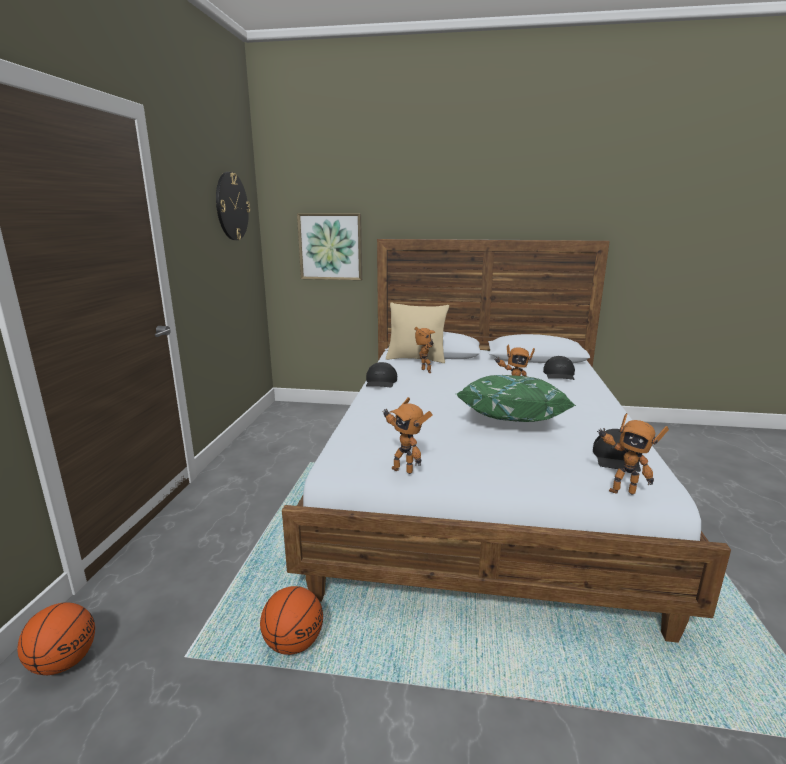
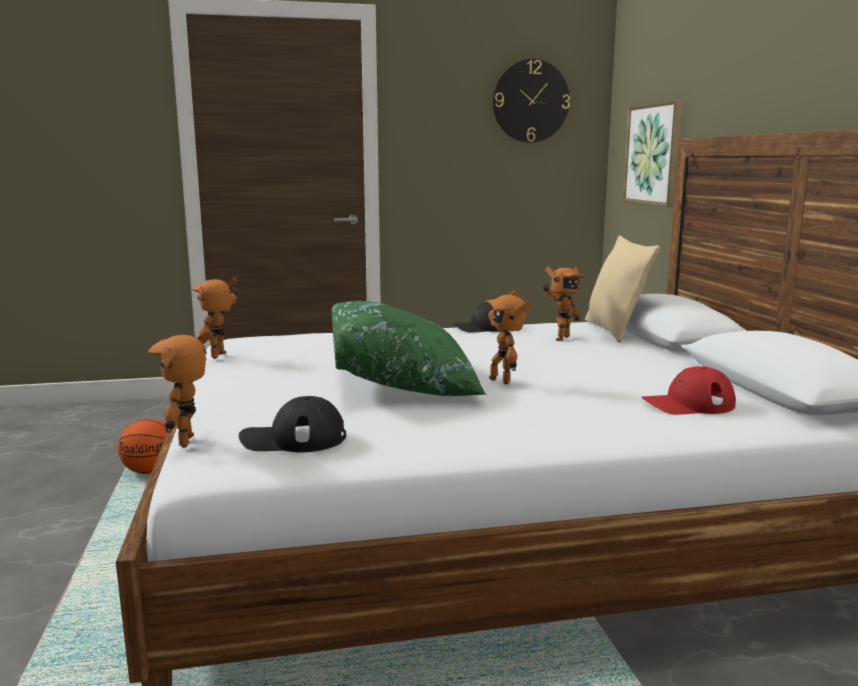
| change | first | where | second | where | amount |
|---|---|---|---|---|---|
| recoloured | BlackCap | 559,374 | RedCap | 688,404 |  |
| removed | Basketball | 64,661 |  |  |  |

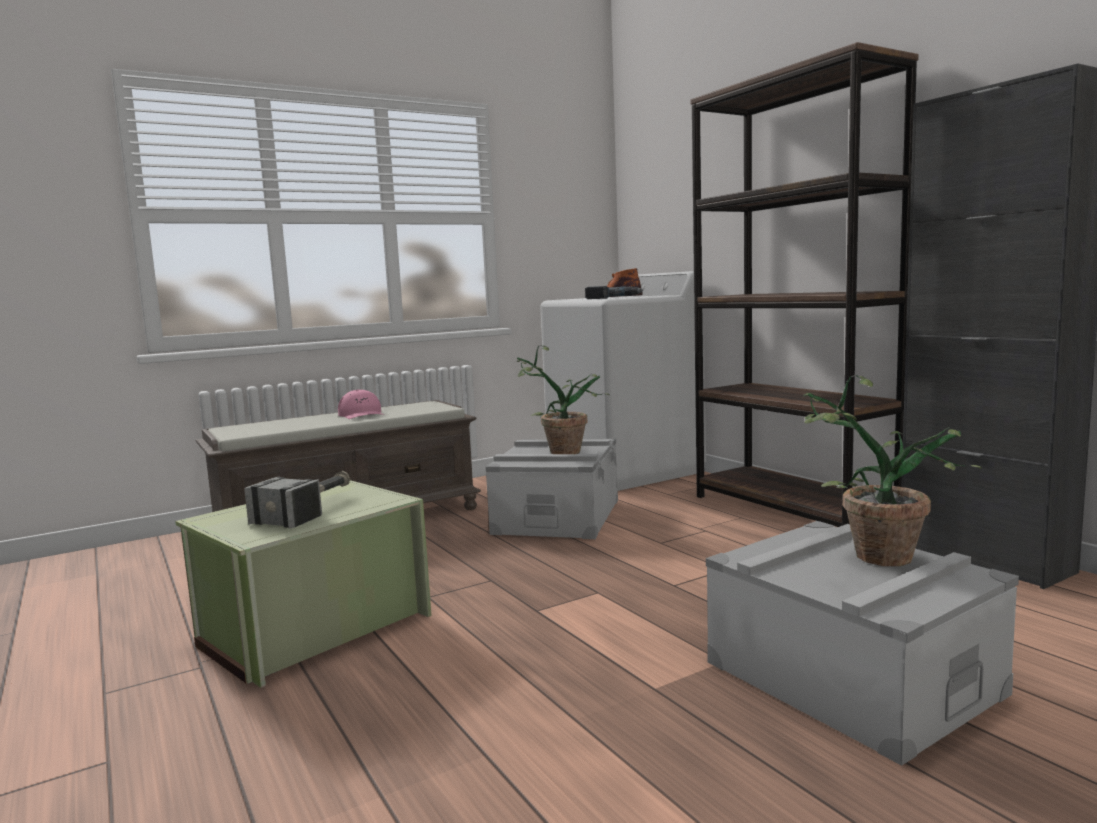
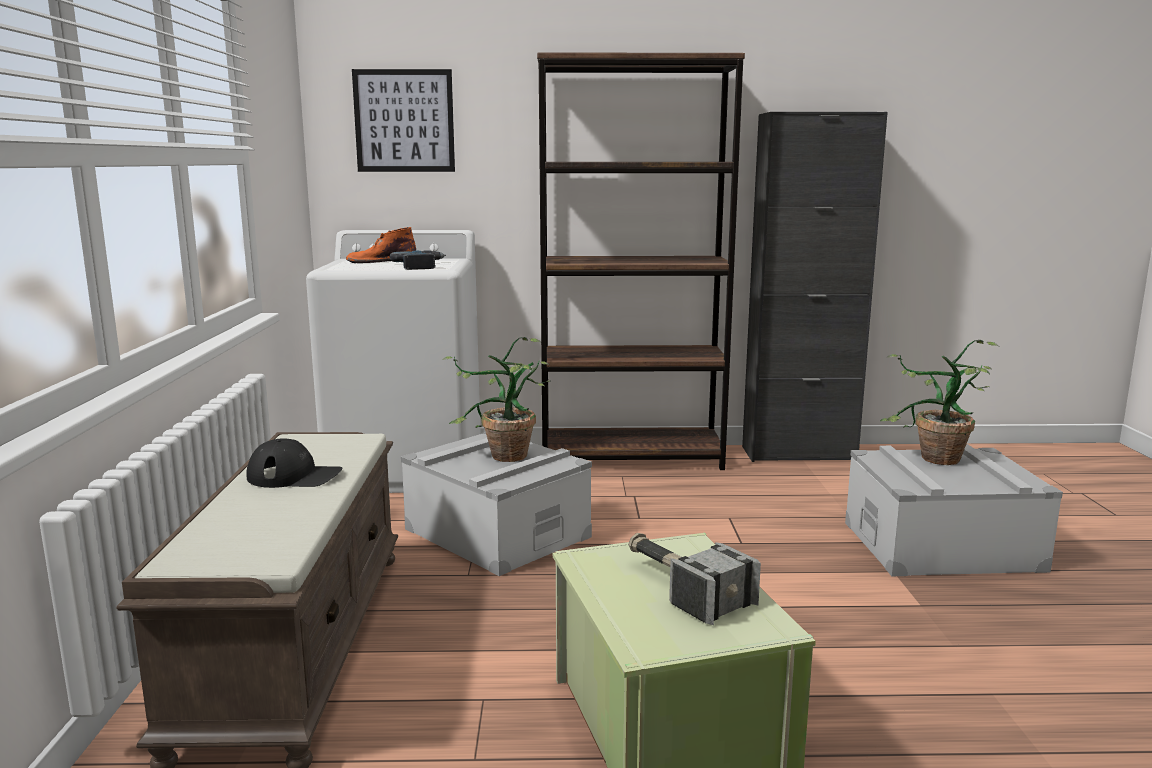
| change | first | where | second | where | amount |
|---|---|---|---|---|---|
| recoloured | PinkCap | 362,414 | BlackCap | 295,476 |  |
| added |  |  | Picture | 404,121 |  |

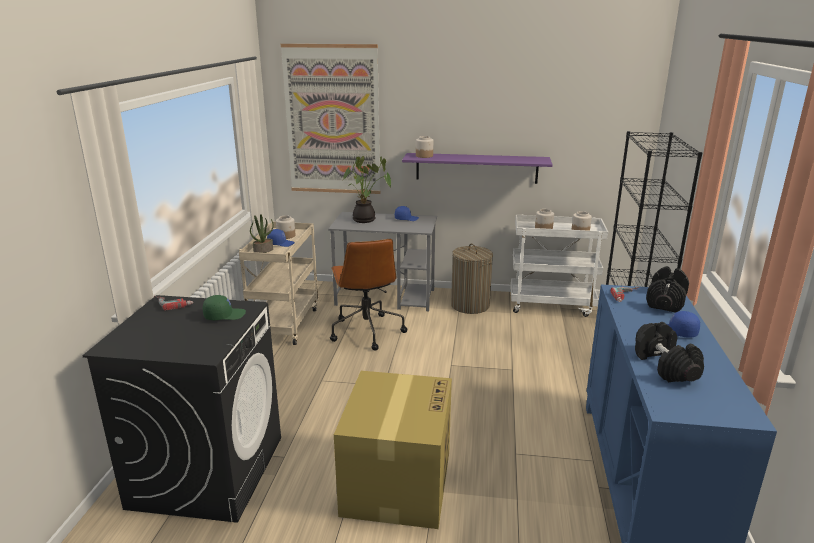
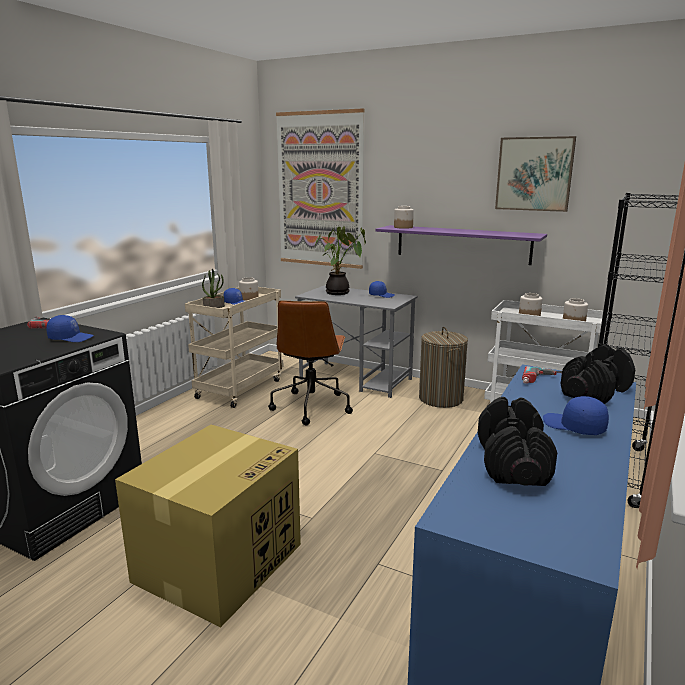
| change | first | where | second | where | amount |
|---|---|---|---|---|---|
| recoloured | GreenCap | 224,315 | BlueCap | 71,338 |  |
| added |  |  | Picture | 534,174 |  |

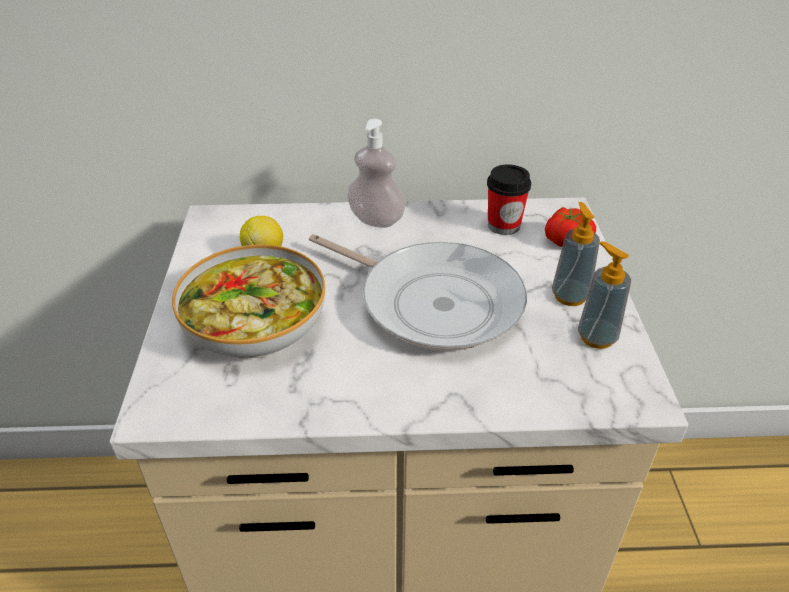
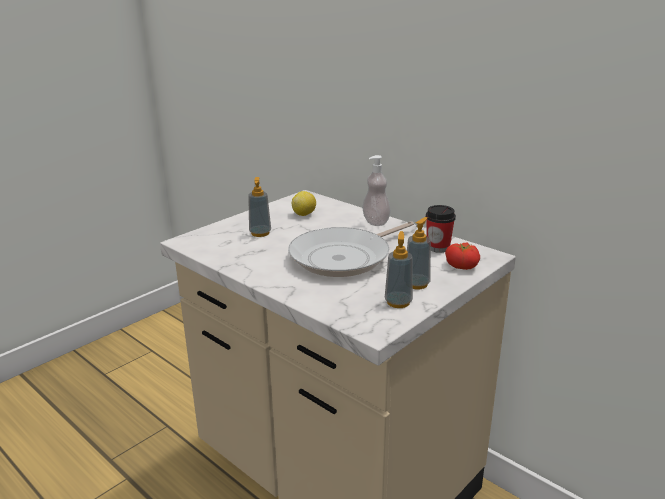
| change | first | where | second | where | amount |
|---|---|---|---|---|---|
| turned | FryingPan | 433,301 |  | 345,257 | 60 degrees clockwise |
| replaced | Bowl | 255,323 | SoapDispenser | 260,233 |  |

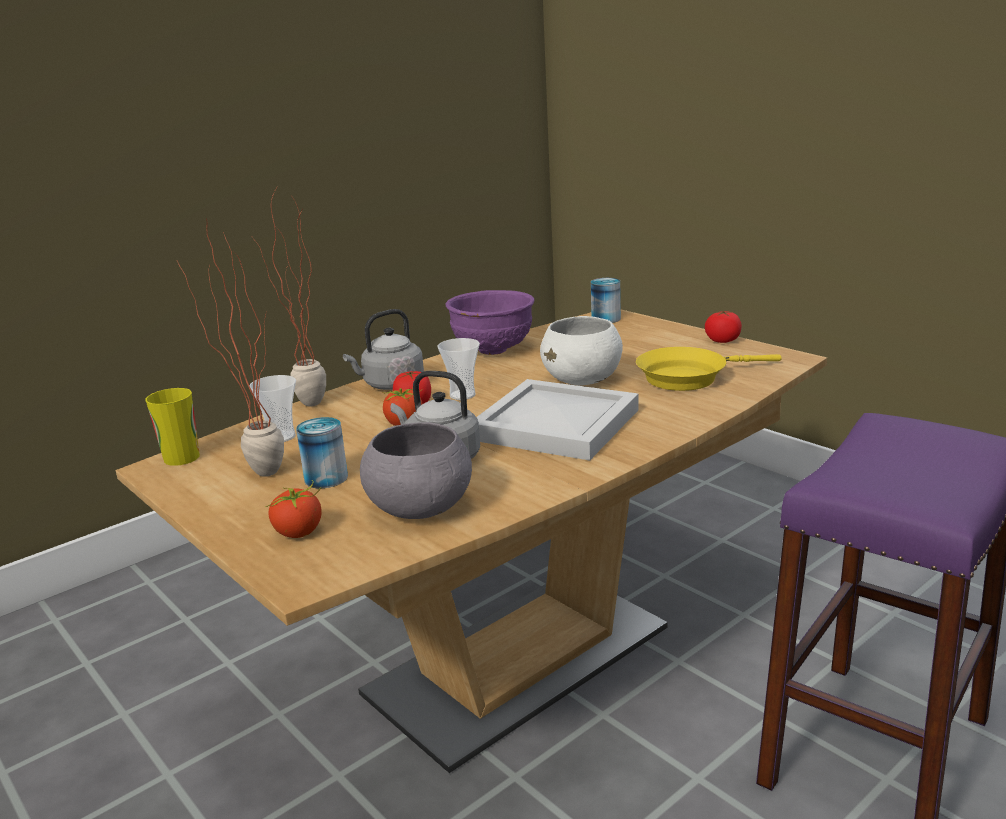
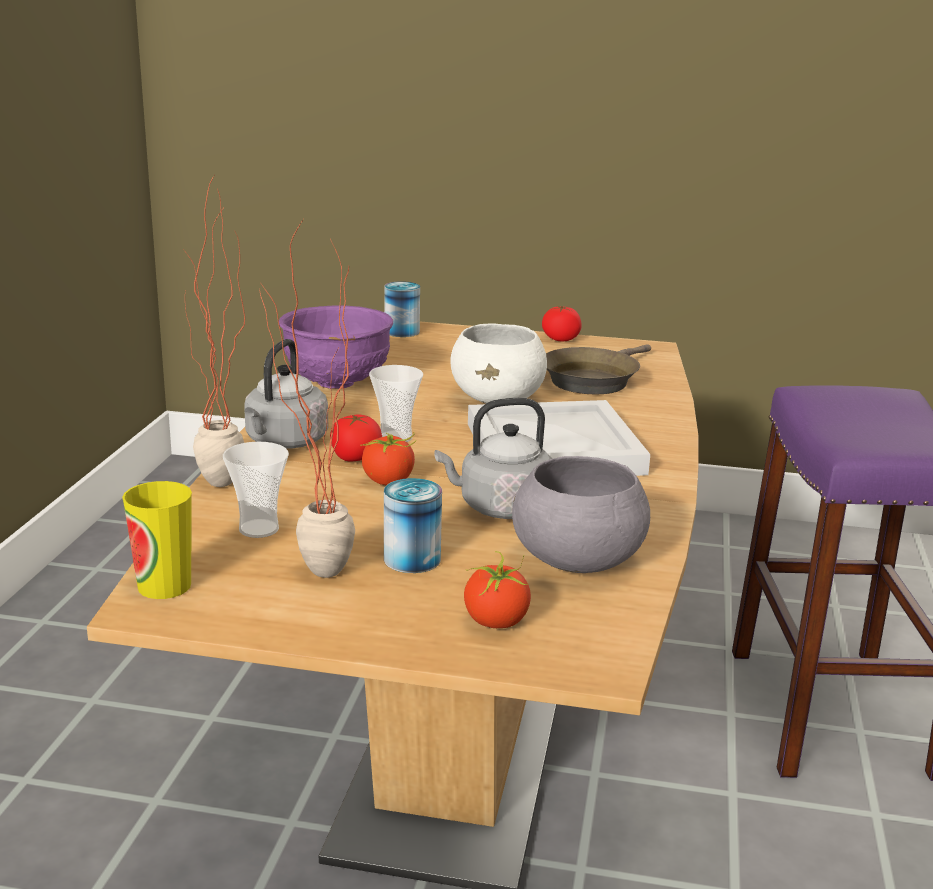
| change | first | where | second | where | amount |
|---|---|---|---|---|---|
| recoloured | YellowFryingPan | 688,377 | BrownFryingPan | 593,379 |  |

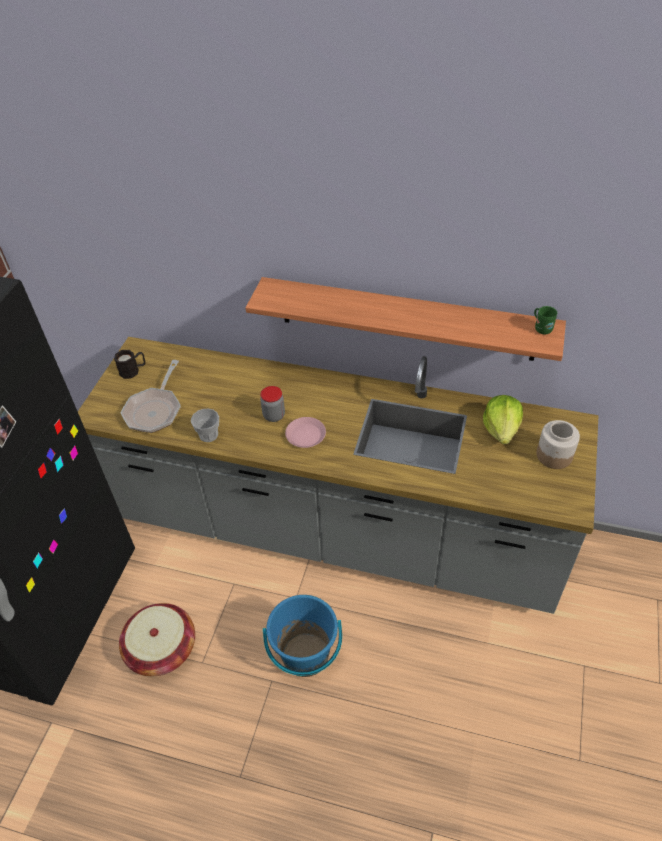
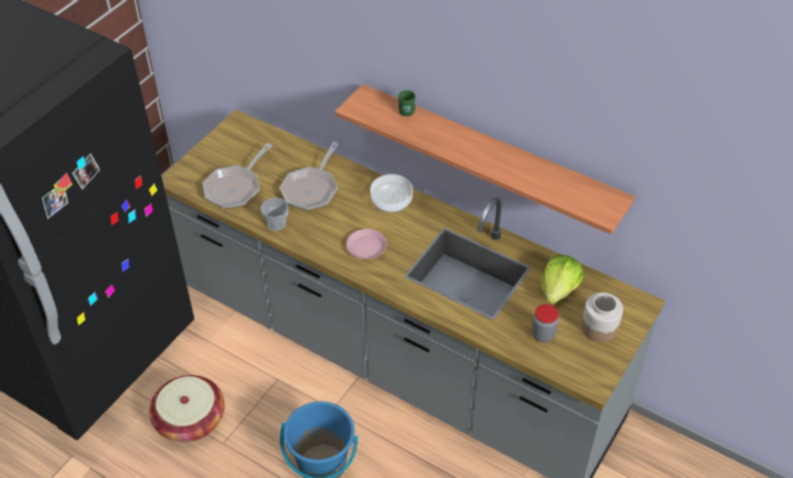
| change | first | where | second | where | amount |
|---|---|---|---|---|---|
| moved | GreenMug | 541,328 |  | 406,110 |  |
| removed | BlackMug | 133,370 |  |  |  |
| moved | Jar | 274,415 |  | 543,334 |  |
| added |  |  | FryingPan | 311,189 |  |
| added |  |  | Bowl | 392,201 |  |

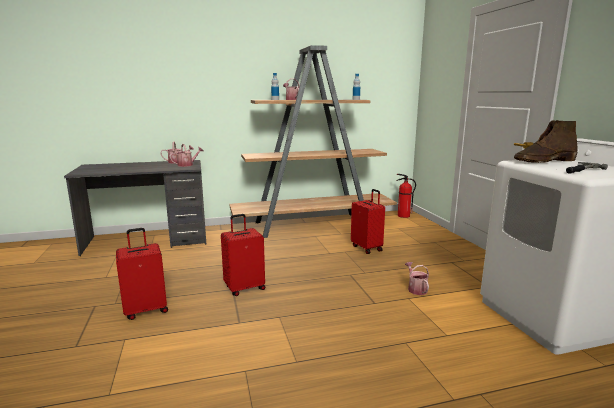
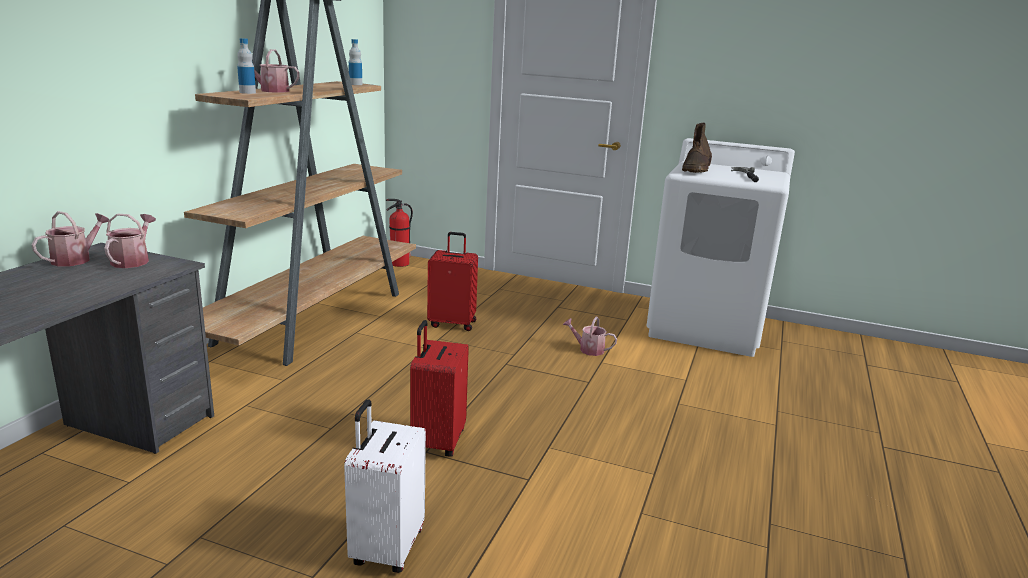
| change | first | where | second | where | amount |
|---|---|---|---|---|---|
| recoloured | RedSuitcase | 146,310 | WhiteSuitcase | 386,548 |  |

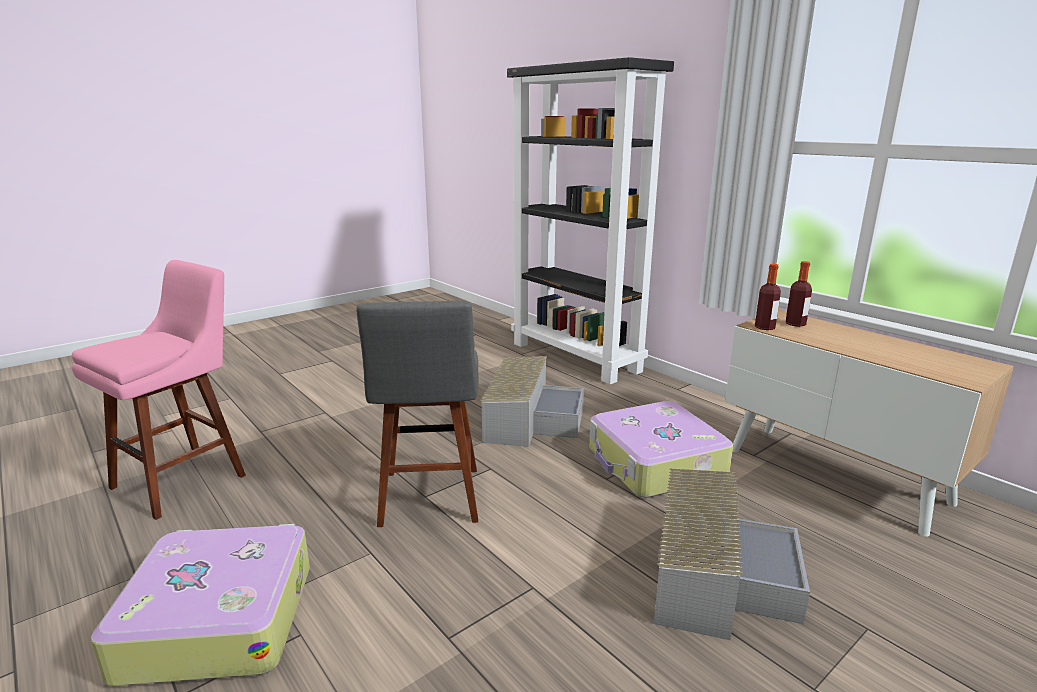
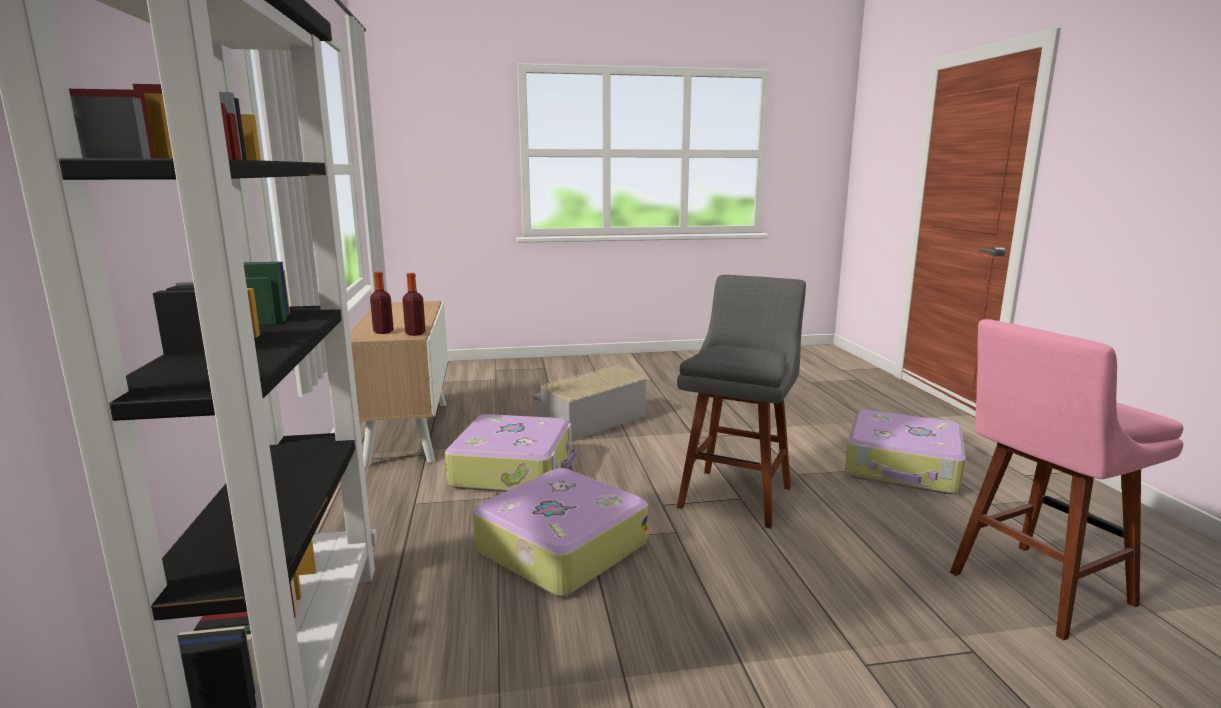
| change | first | where | second | where | amount |
|---|---|---|---|---|---|
| replaced | GreyStorageBox | 530,418 | Suitcase | 559,547 |  |

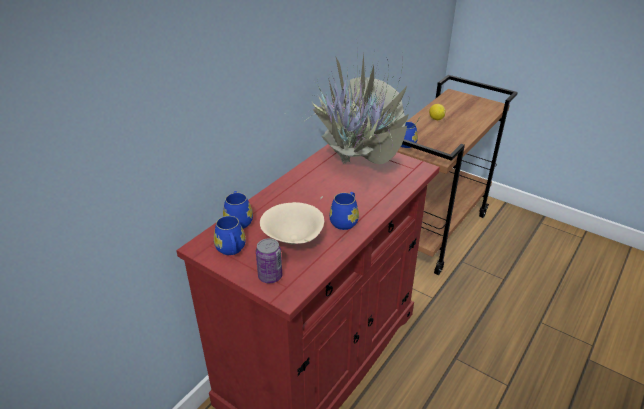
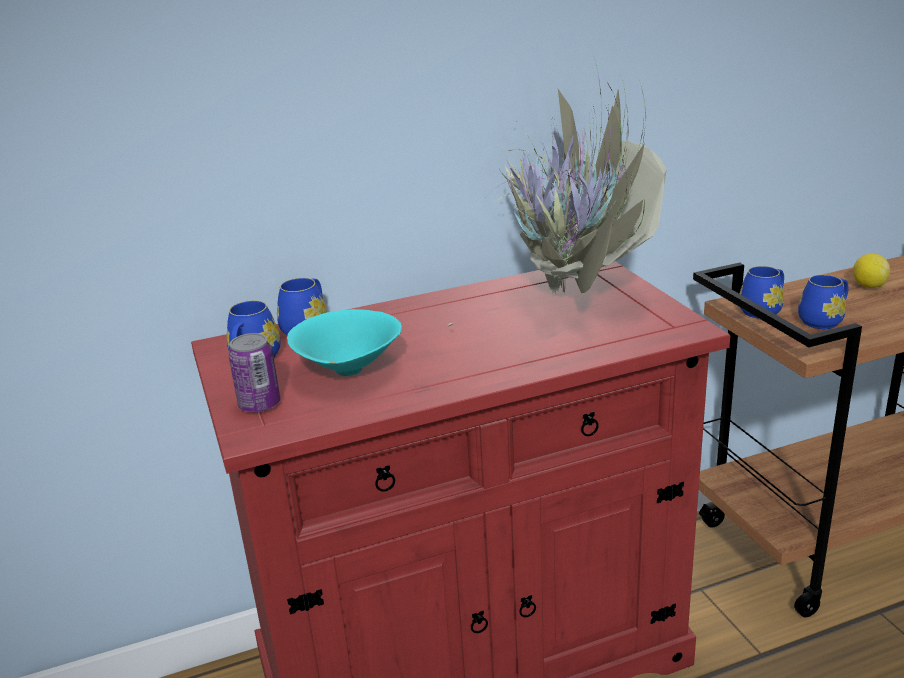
| change | first | where | second | where | amount |
|---|---|---|---|---|---|
| moved | BlueMug | 345,220 |  | 824,320 |  |
| recoloured | BeigeBowl | 293,241 | TurquoiseBowl | 348,372 |  |

